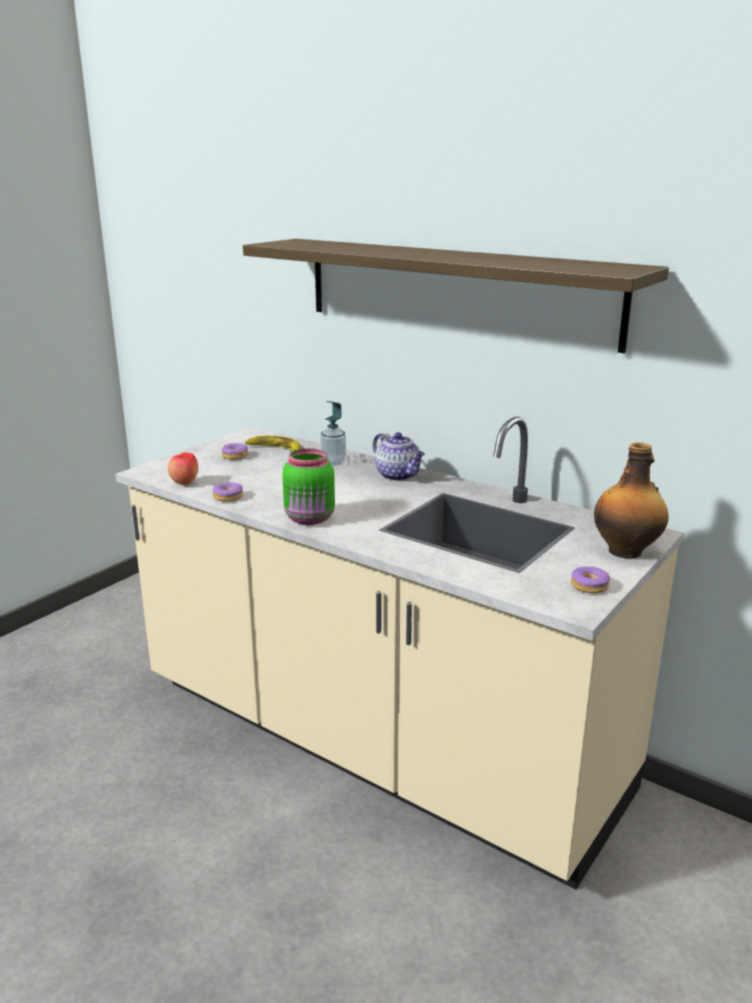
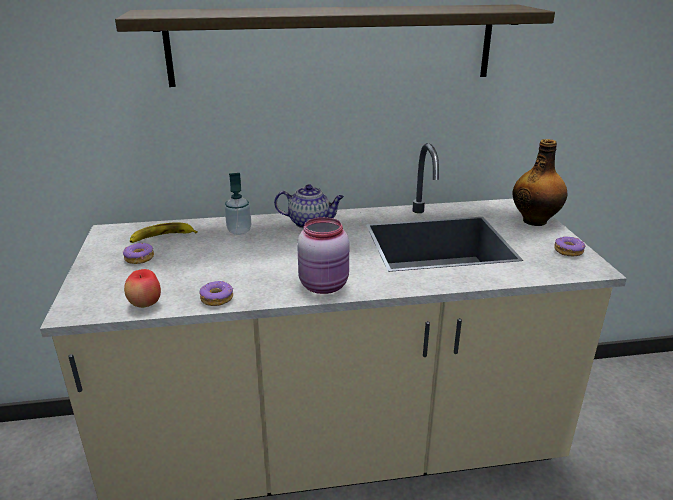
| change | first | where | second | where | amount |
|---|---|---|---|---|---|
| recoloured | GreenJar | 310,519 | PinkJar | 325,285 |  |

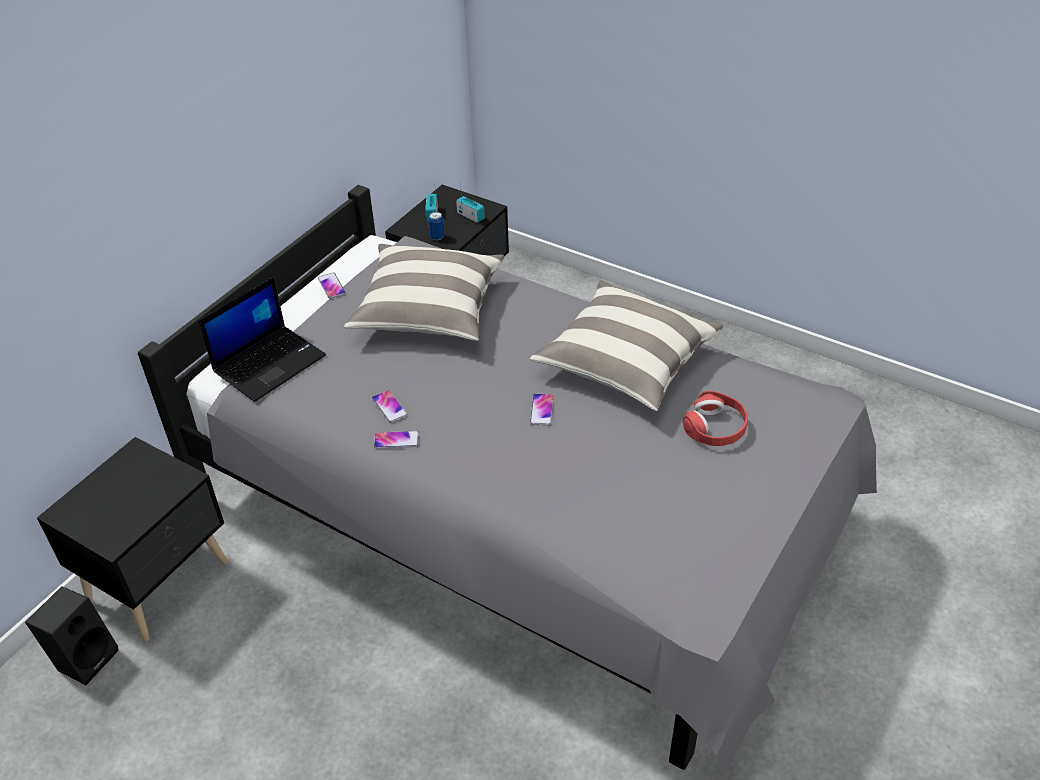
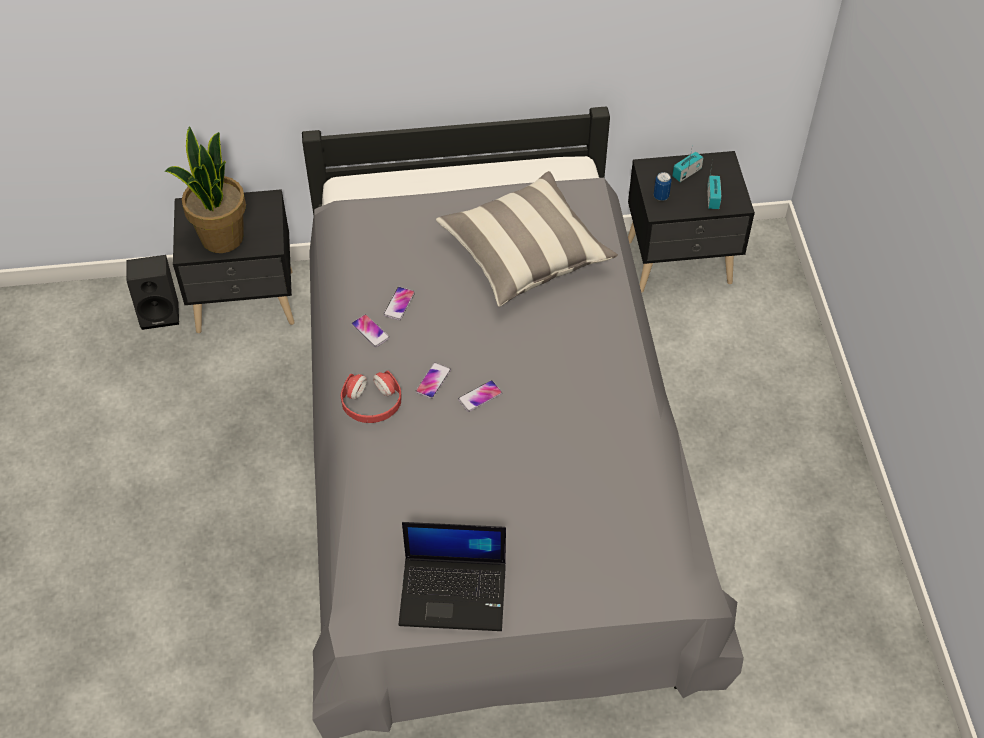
| change | first | where | second | where | amount |
|---|---|---|---|---|---|
| moved | Phone | 331,286 |  | 433,381 |  |
| moved | Laptop | 270,362 |  | 454,592 |  |
| removed | Pillow | 626,362 |  |  |  |
| moved | RedHeadphones | 715,427 |  | 372,403 |  |
| added |  |  | PottedPlant | 221,237 |  |

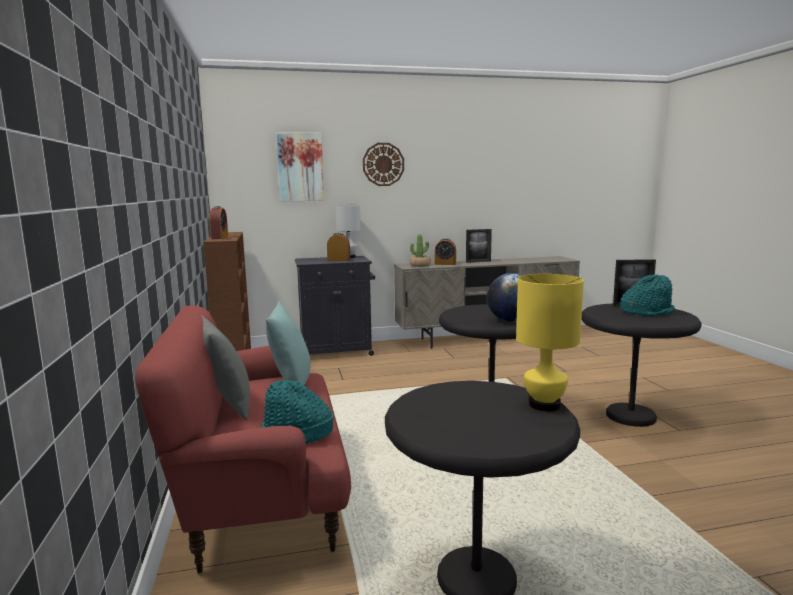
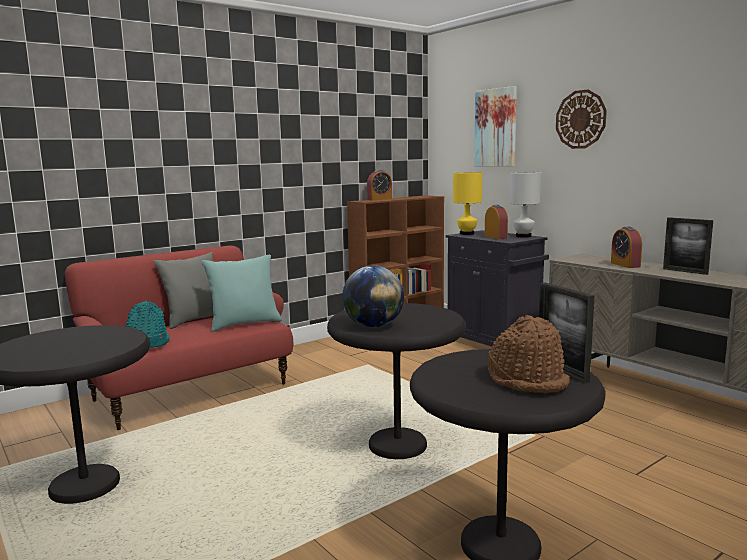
| change | first | where | second | where | amount |
|---|---|---|---|---|---|
| removed | PottedPlant | 420,265 |  |  |  |
| moved | YellowTableLamp | 543,405 |  | 466,234 |  |
| recoloured | TurquoiseHat | 646,312 | BrownHat | 528,380 |  |

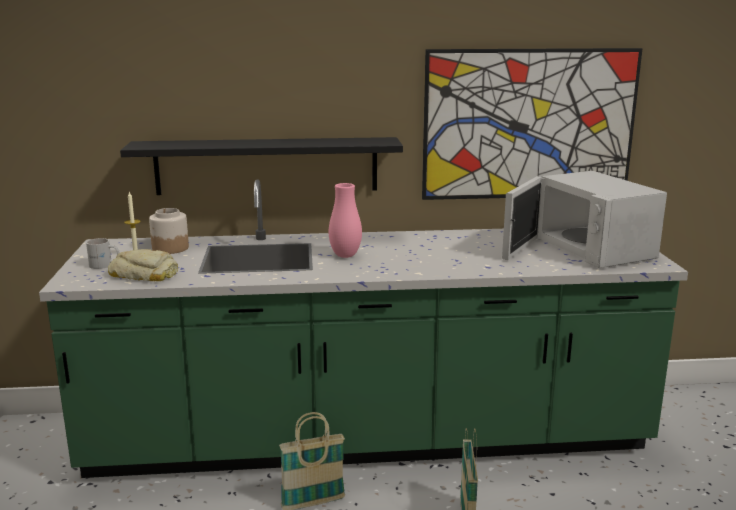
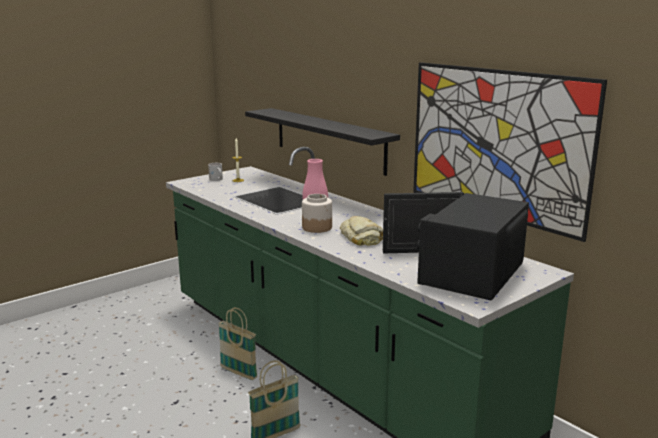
| change | first | where | second | where | amount |
|---|---|---|---|---|---|
| recoloured | WhiteMicrowave | 586,248 | BlackMicrowave | 468,272 |  |
| moved | Jar | 170,248 |  | 317,227 |  |
| moved | Bread | 144,274 |  | 361,237 |  |

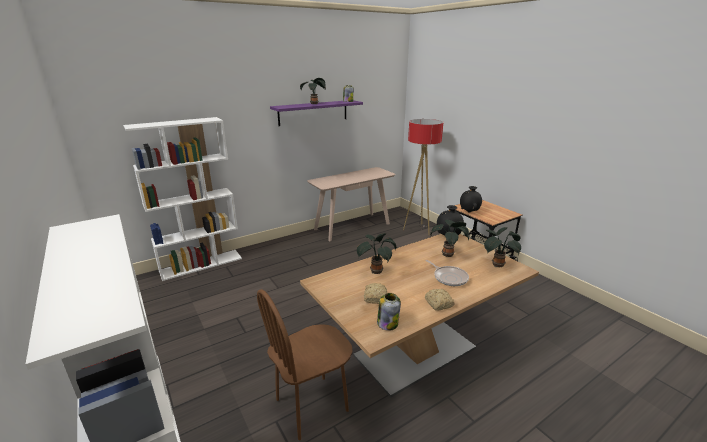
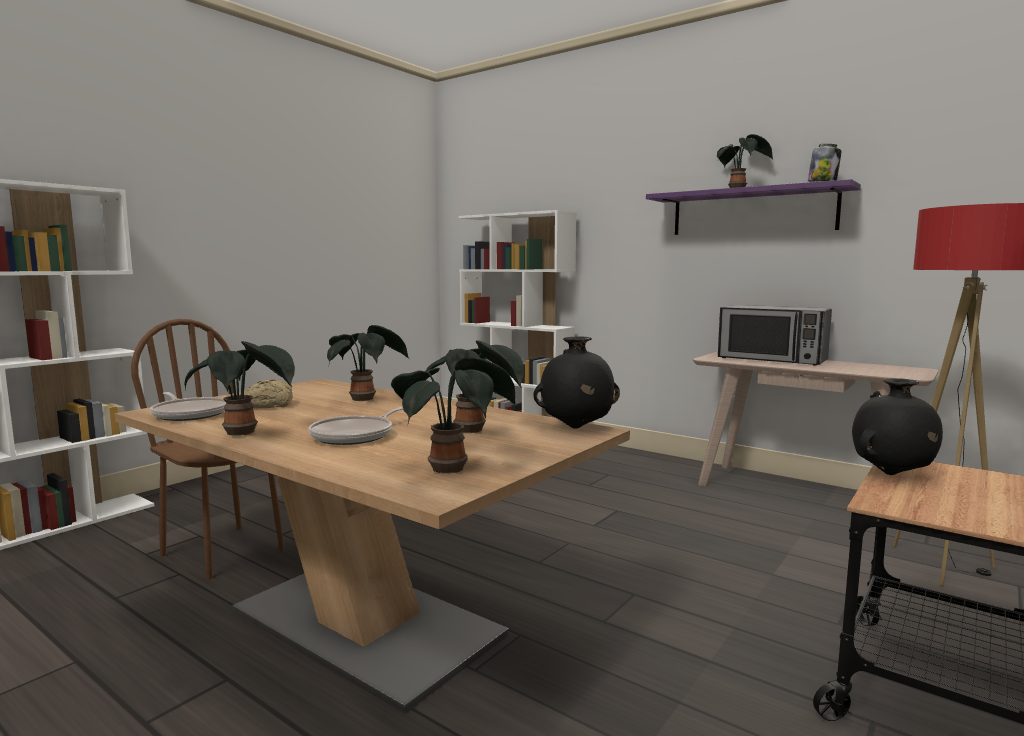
| change | first | where | second | where | amount |
|---|---|---|---|---|---|
| replaced | Bread | 438,304 | PottedPlant | 244,433 |  |
| replaced | Jar | 387,323 | FryingPan | 190,414 |  |
| added |  |  | Microwave | 771,359 |  |

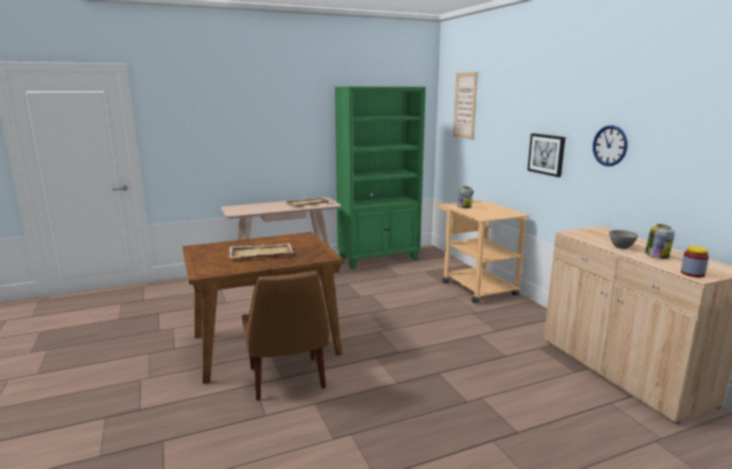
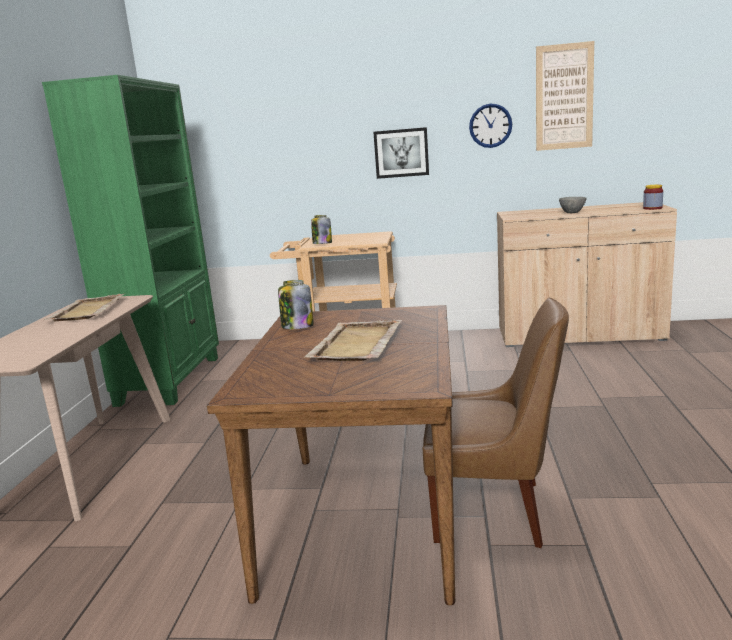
| change | first | where | second | where | amount |
|---|---|---|---|---|---|
| moved | Picture | 465,106 |  | 564,97 |  |
| moved | Jar | 656,256 |  | 297,326 |  |

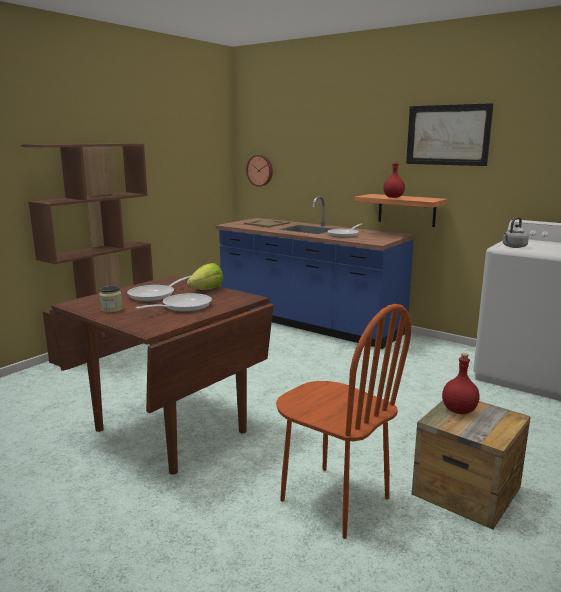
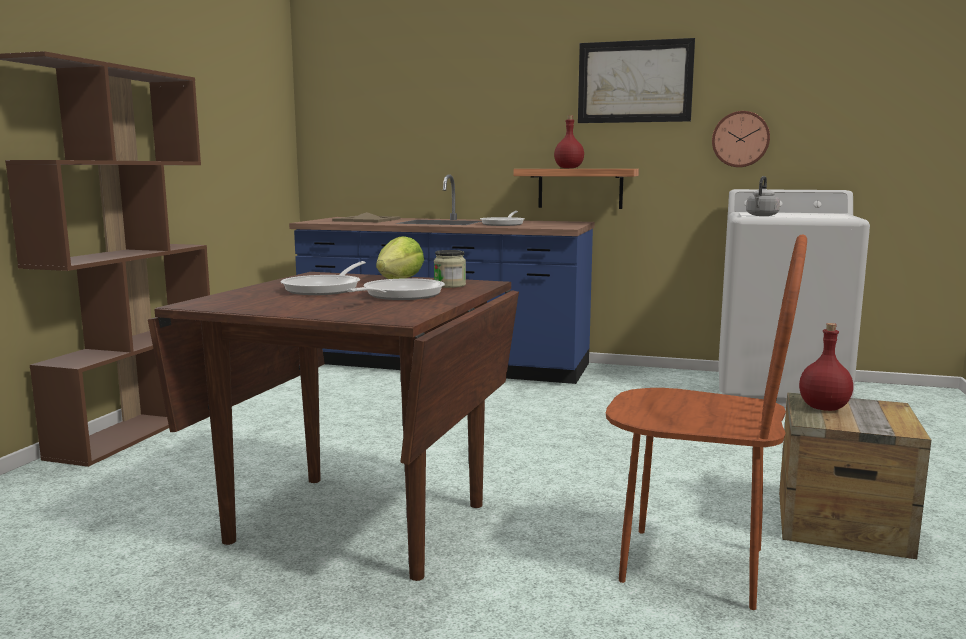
| change | first | where | second | where | amount |
|---|---|---|---|---|---|
| moved | WallClock | 260,170 |  | 740,139 |  |
| moved | Jar | 111,309 |  | 450,285 |  |

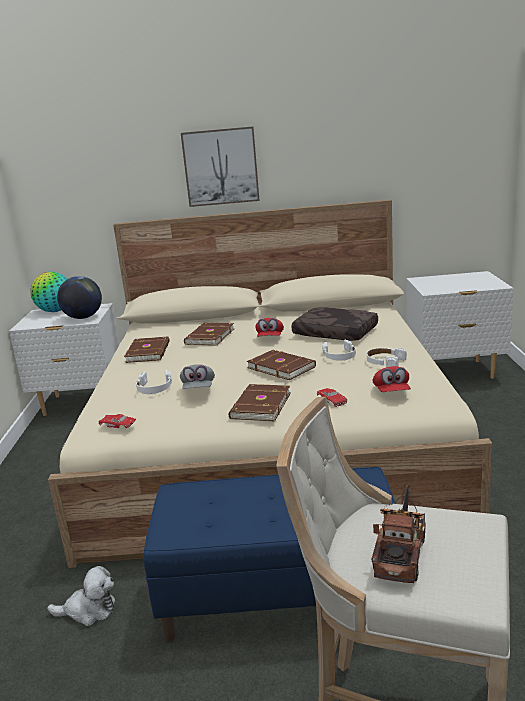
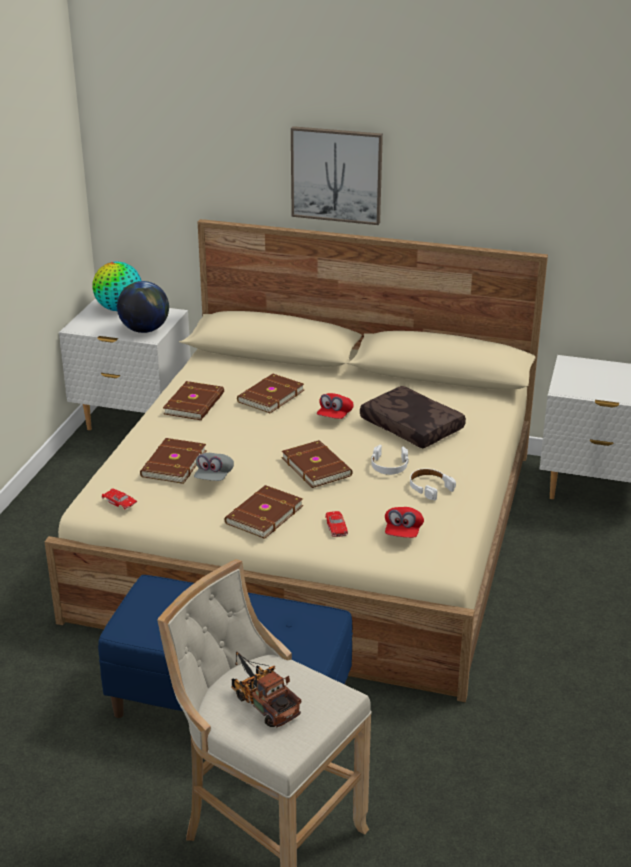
| change | first | where | second | where | amount |
|---|---|---|---|---|---|
| replaced | WhiteHeadphones | 154,388 | BrownBook | 172,464 |  |
| turned | ToyTruck | 401,551 |  | 262,701 | 75 degrees counterclockwise |
| removed | PlushToy | 89,610 |  |  |  |

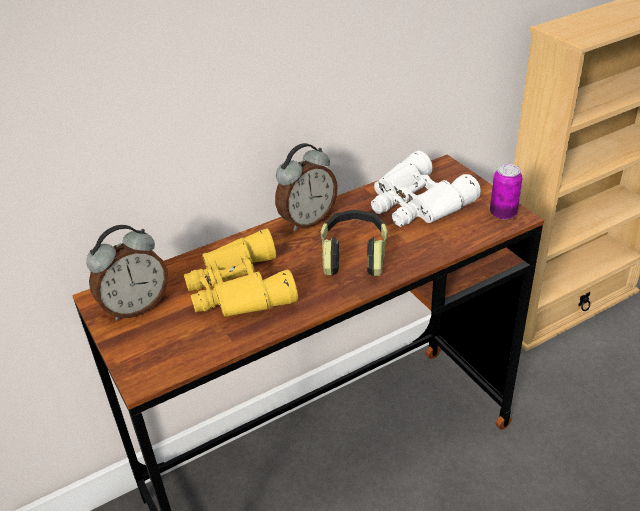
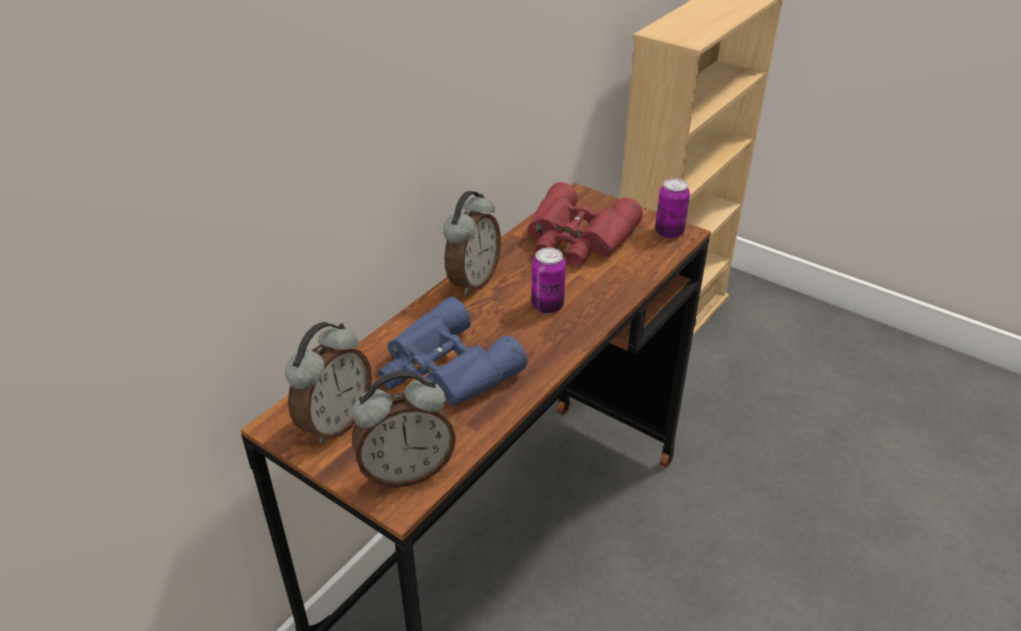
| change | first | where | second | where | amount |
|---|---|---|---|---|---|
| recoloured | WhiteBinoculars | 416,203 | RedBinoculars | 577,239 |  |
| replaced | Headphones | 354,254 | Can | 547,306 |  |
| recoloured | YellowBinoculars | 237,288 | BlueBinoculars | 444,372 |  |
| added |  |  | AlarmClock | 406,471 |  |

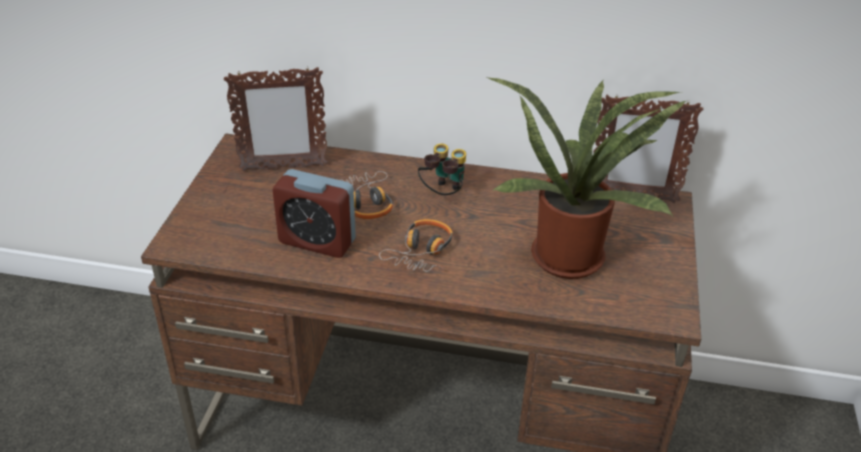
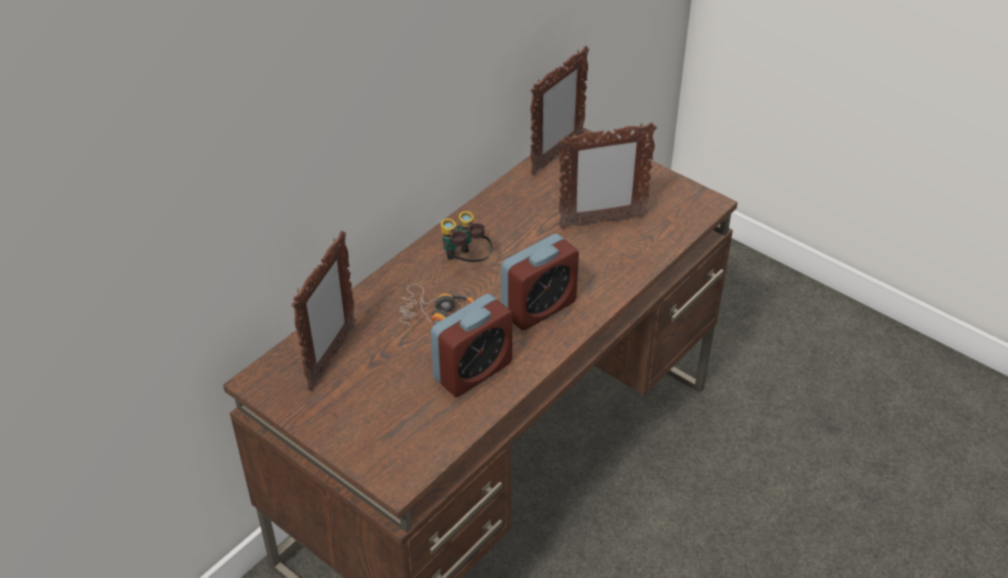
| change | first | where | second | where | amount |
|---|---|---|---|---|---|
| replaced | PottedPlant | 570,253 | PictureFrame | 601,222 |  |
| replaced | Headphones | 421,252 | AlarmClock | 538,308 |  |

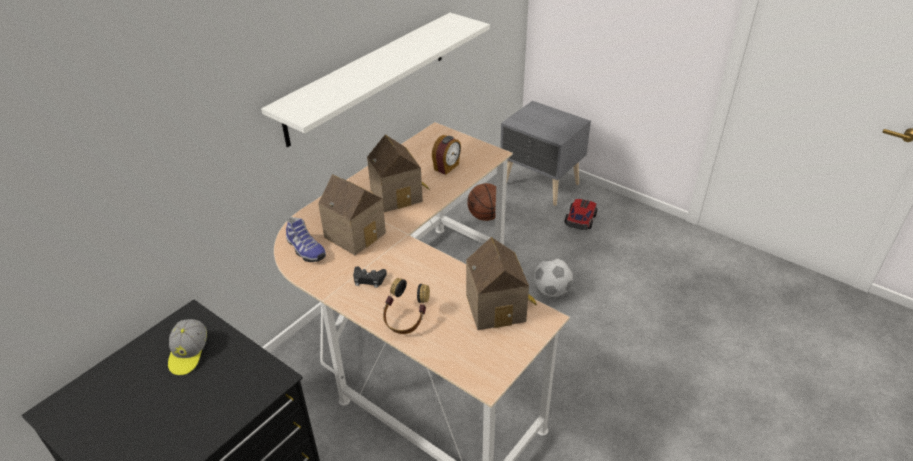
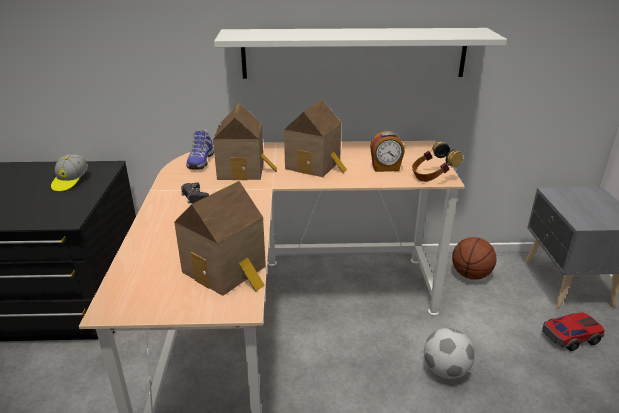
| change | first | where | second | where | amount |
|---|---|---|---|---|---|
| moved | Headphones | 406,320 |  | 432,177 |  |
| turned | Cap | 189,353 |  | 70,181 | 45 degrees counterclockwise |

